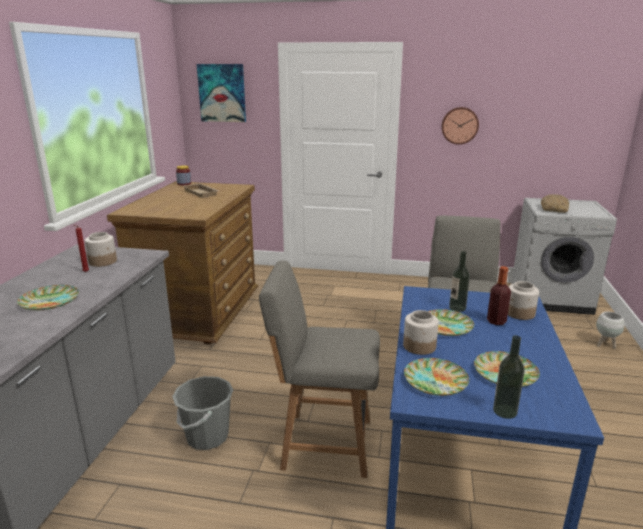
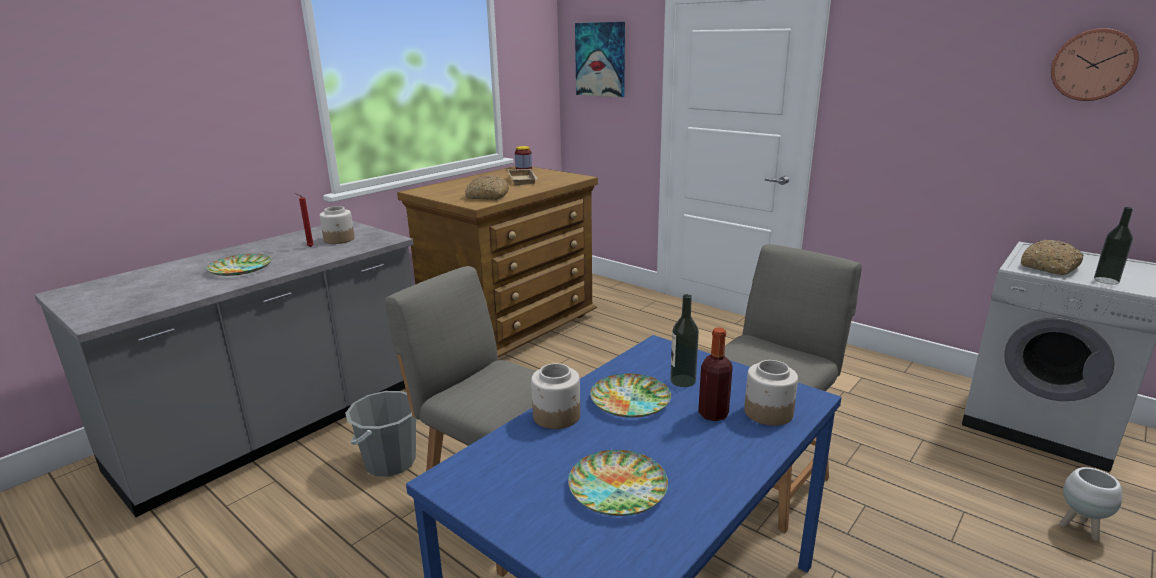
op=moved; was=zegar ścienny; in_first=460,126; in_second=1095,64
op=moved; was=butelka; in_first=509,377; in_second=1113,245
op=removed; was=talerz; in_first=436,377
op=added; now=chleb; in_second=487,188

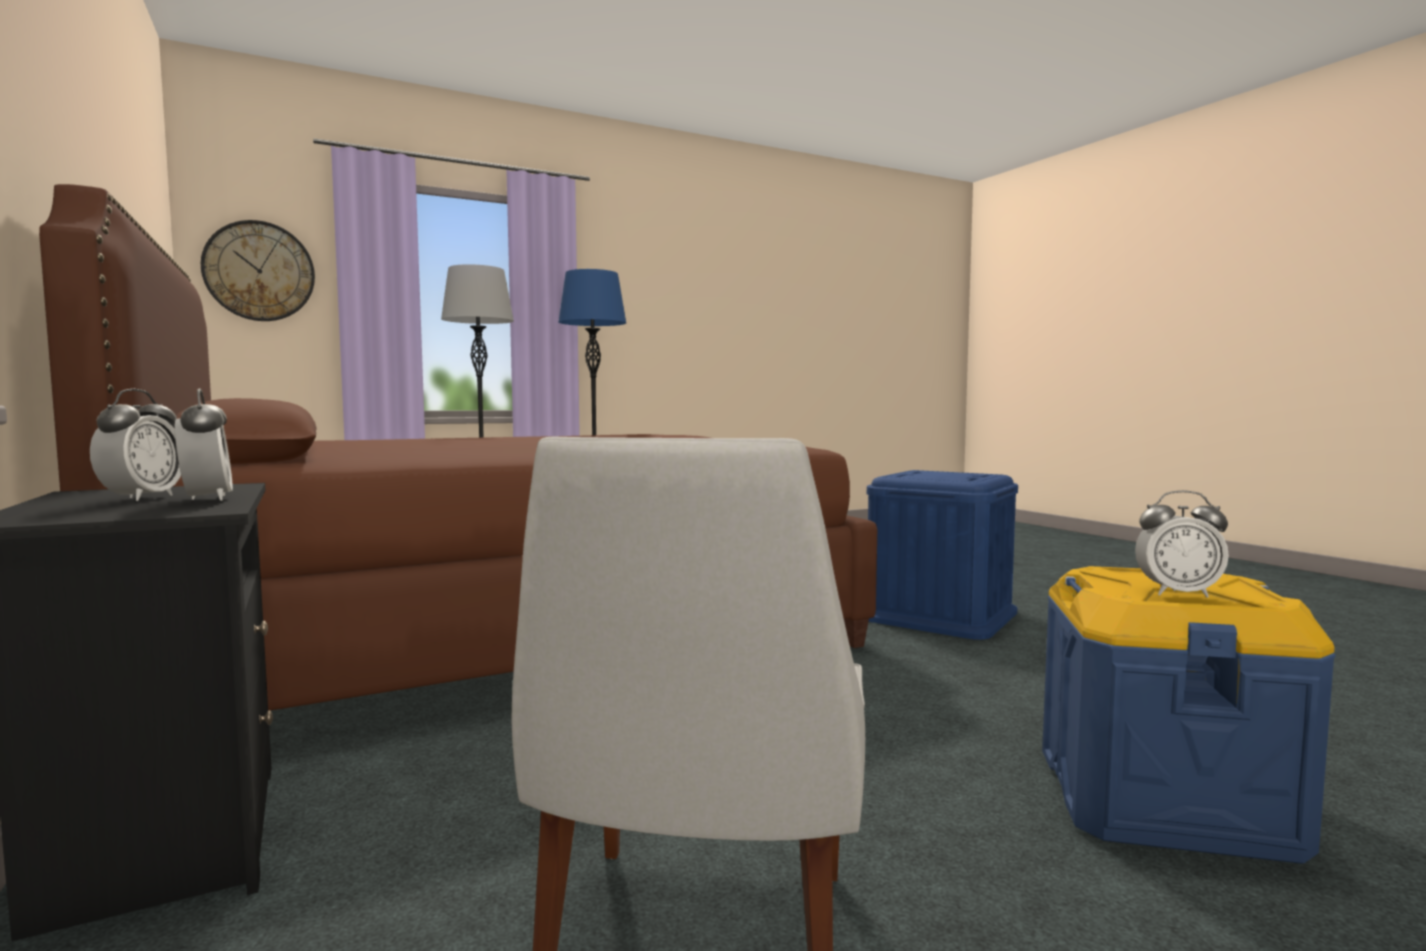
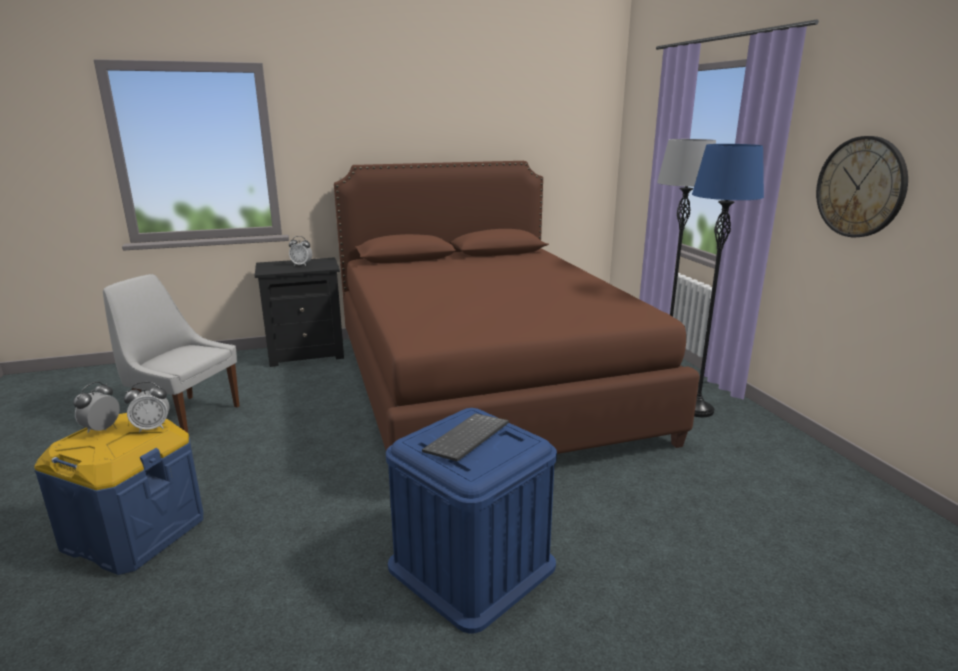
op=moved; was=zegar ścienny; in_first=258,270; in_second=862,186
op=moved; was=budzik; in_first=204,444; in_second=146,407
op=added; now=klawiatura; in_second=465,437

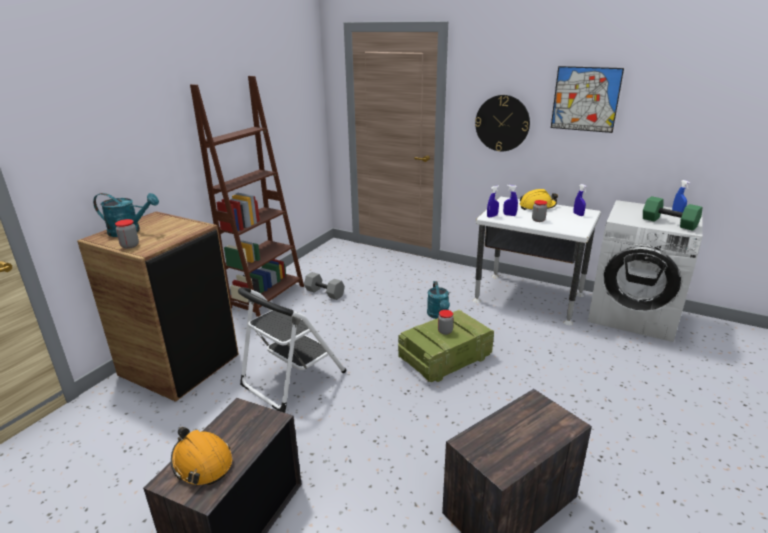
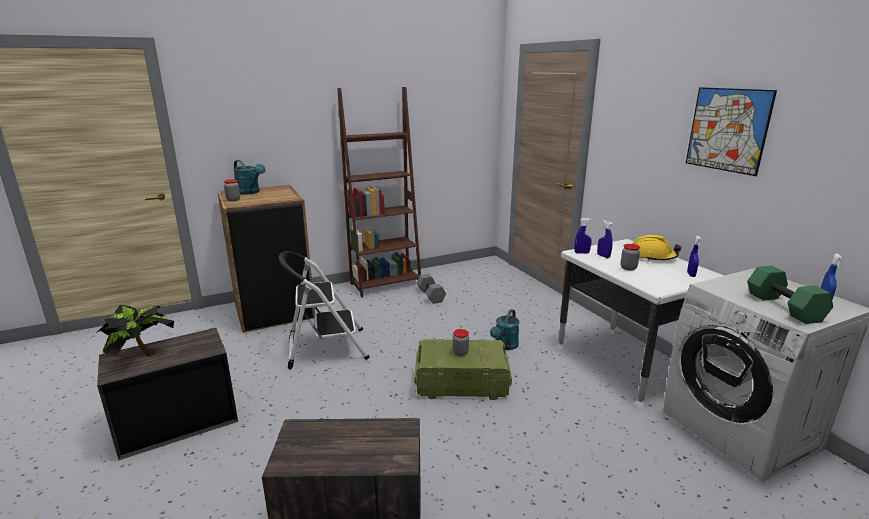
op=removed; was=zegar ścienny; in_first=502,123
op=replaced; was=kask (pomarańczowy); now=roślina doniczkowa; in_first=201,456; in_second=135,330

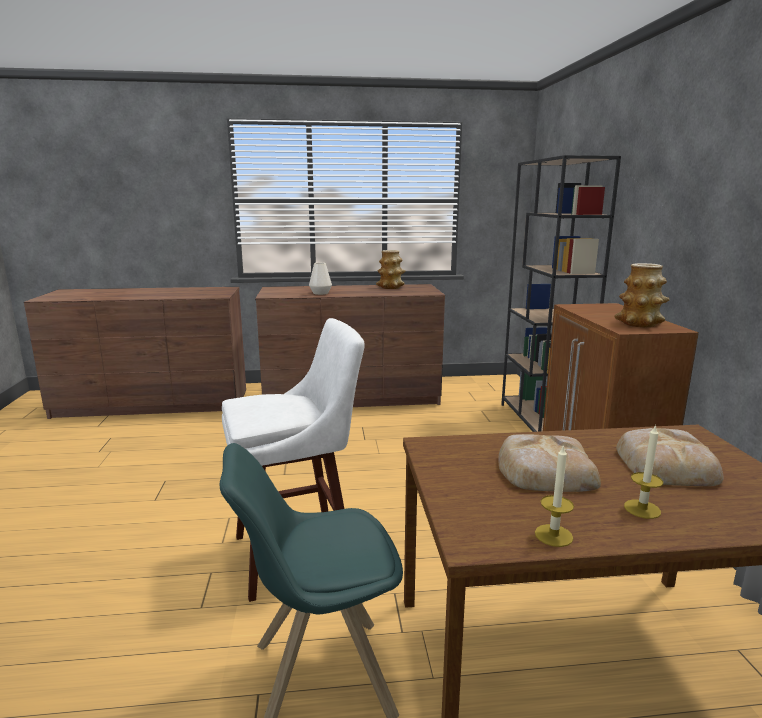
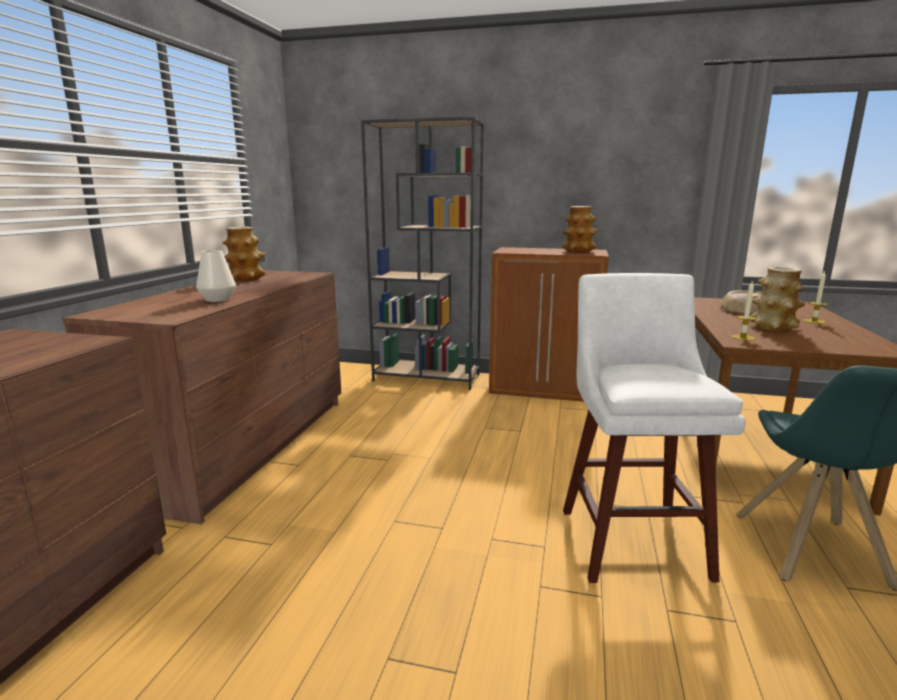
op=replaced; was=chleb; now=wazon; in_first=549,463; in_second=777,298
op=moved; was=świeca; in_first=554,495; in_second=744,310

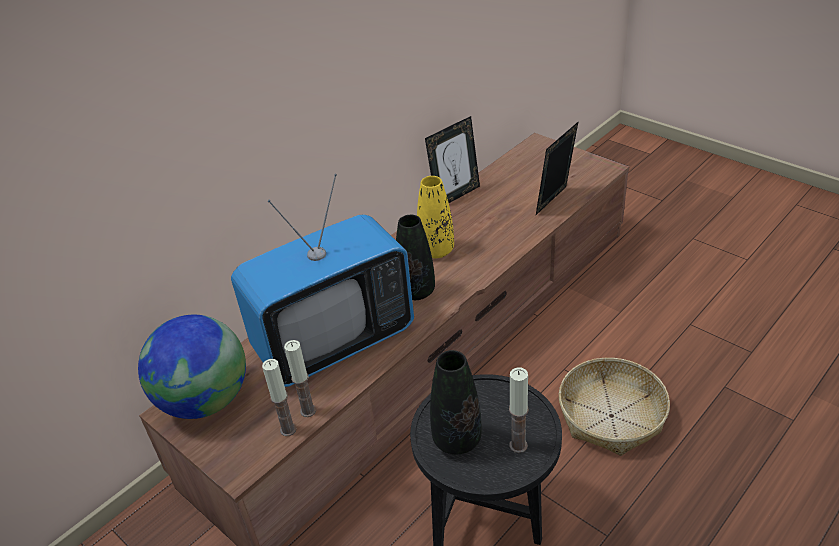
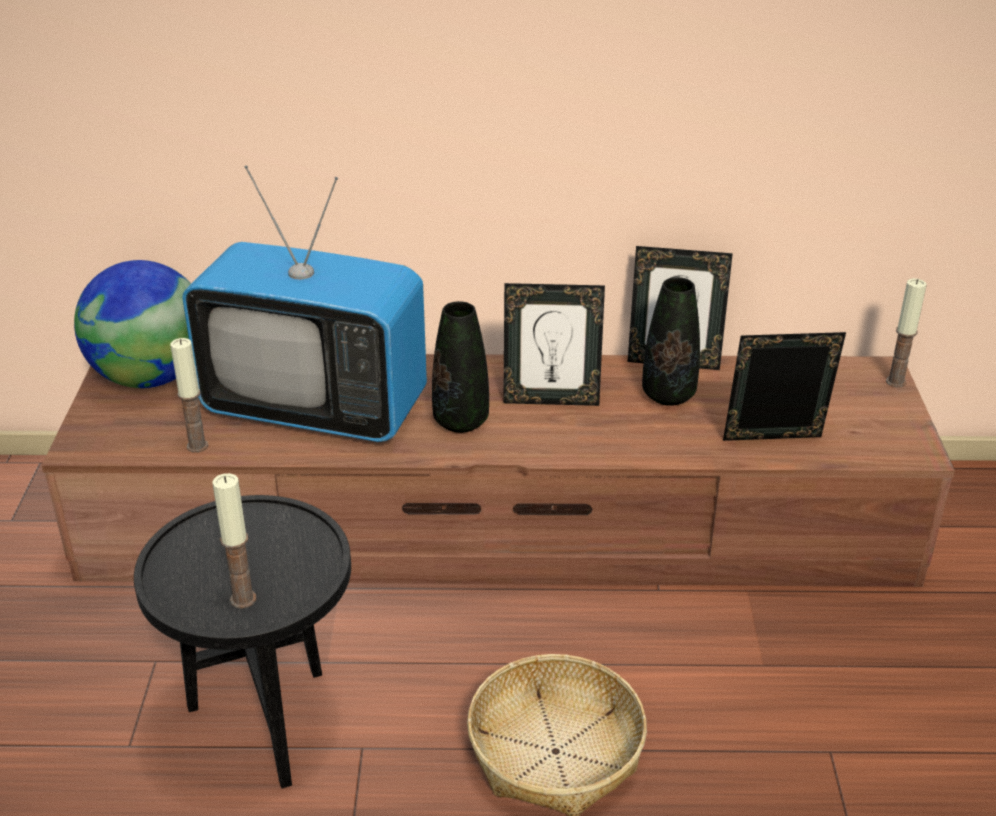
op=replaced; was=wazon (żółty); now=ramka na zdjęcie; in_first=435,217; in_second=554,344
op=moved; was=wazon (czarny); in_first=456,402; in_second=671,341
op=moved; was=świeca; in_first=279,397; in_second=906,332

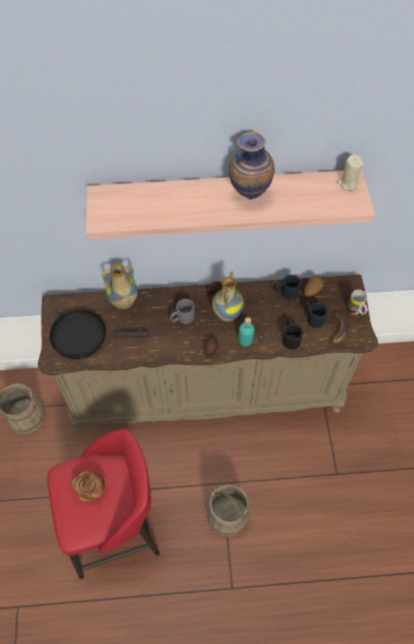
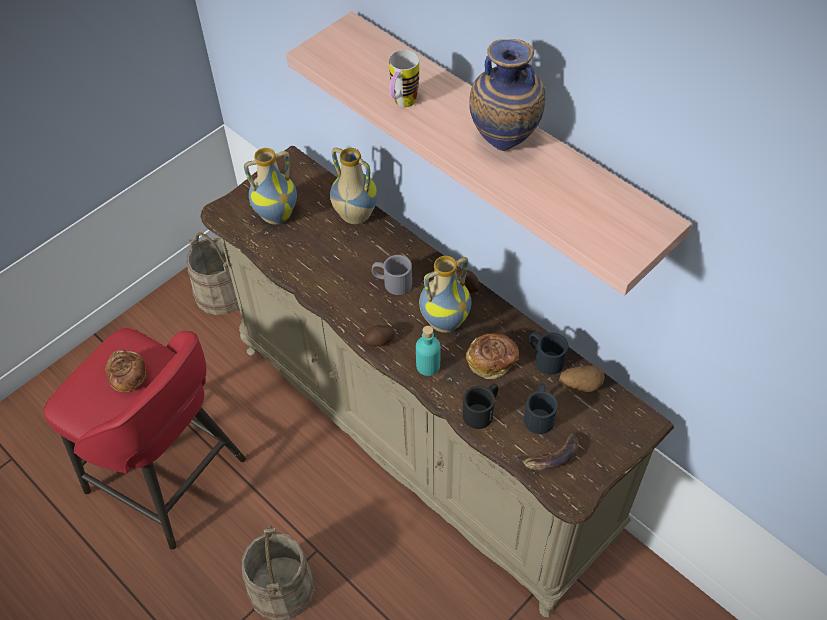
op=removed; was=świeca (beżowy); in_first=350,172
op=moved; was=kubek; in_first=357,302; in_second=404,78
op=replaced; was=patelnia (czarny); now=wazon; in_first=99,334; in_second=270,186
op=added; now=chleb; in_second=492,356

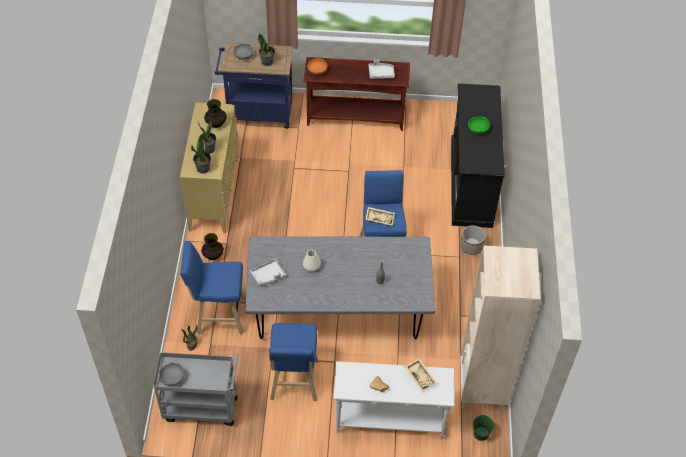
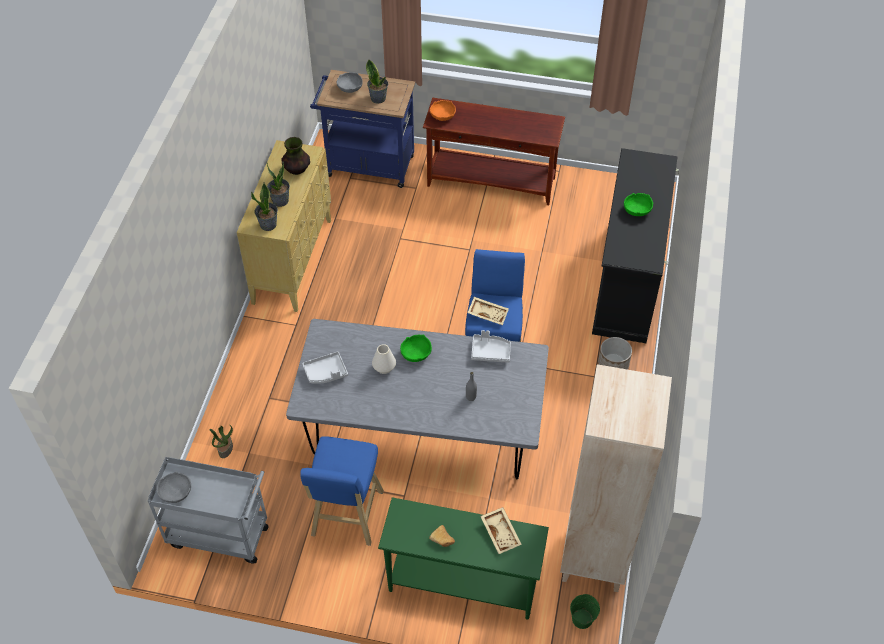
op=moved; was=taca (szary); in_first=382,69; in_second=491,346
op=removed; was=wazon; in_first=212,246
op=removed; was=stołek (niebieski); in_first=213,287
op=recoloured; was=stolik konsolowy (biały); now=stolik konsolowy (zielony); in_first=393,400; in_second=463,558
op=added; now=miska (zielony); in_second=416,348

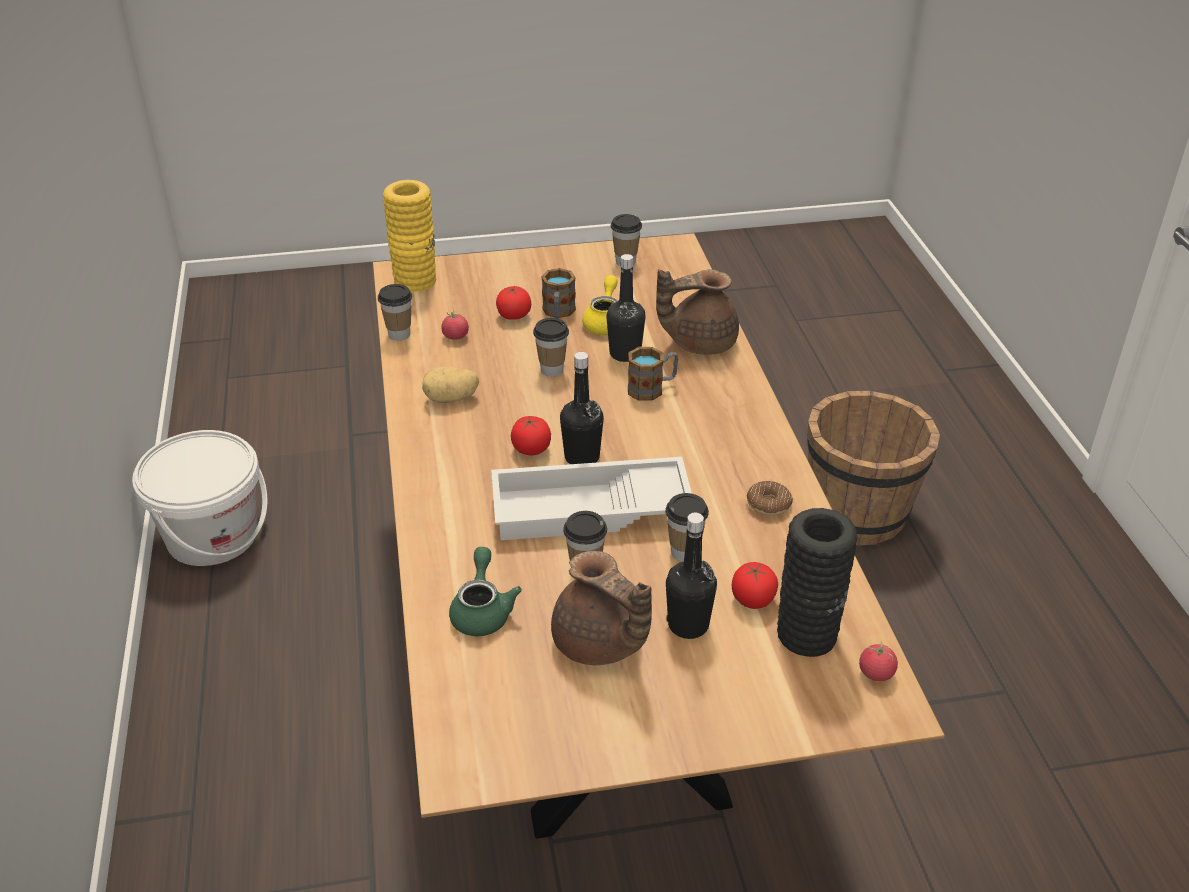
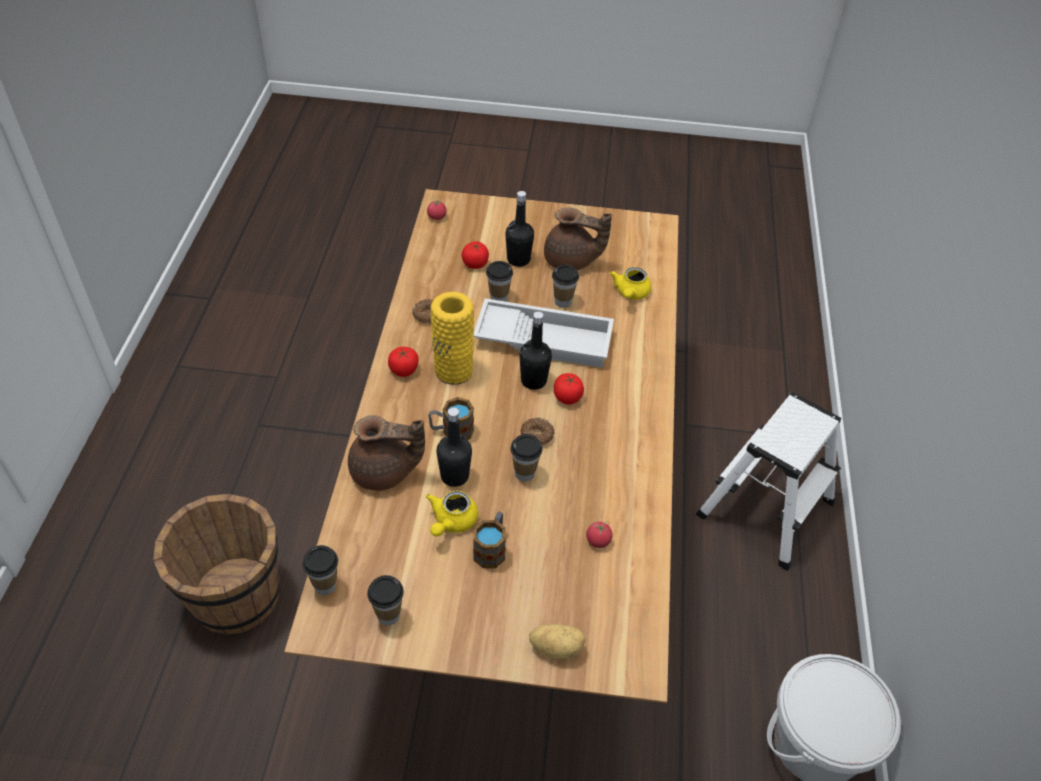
op=moved; was=wazon (żółty); in_first=409,236; in_second=452,338
op=moved; was=filiżanka; in_first=395,312; in_second=320,570
op=moved; was=pomidor; in_first=513,302; in_second=403,362
op=moved; was=ziemniak; in_first=450,384; in_second=557,641
op=removed; was=wazon (czarny); in_first=817,582
op=recoloured; was=imbryk (zielony); now=imbryk (żółty); in_first=485,592; in_second=630,283
op=turned; was=imbryk (brązowy); in_first=601,608; in_second=578,238; clockwise=135
op=added; now=drabinka (biały); in_second=769,481
op=added; now=donut; in_second=537,431

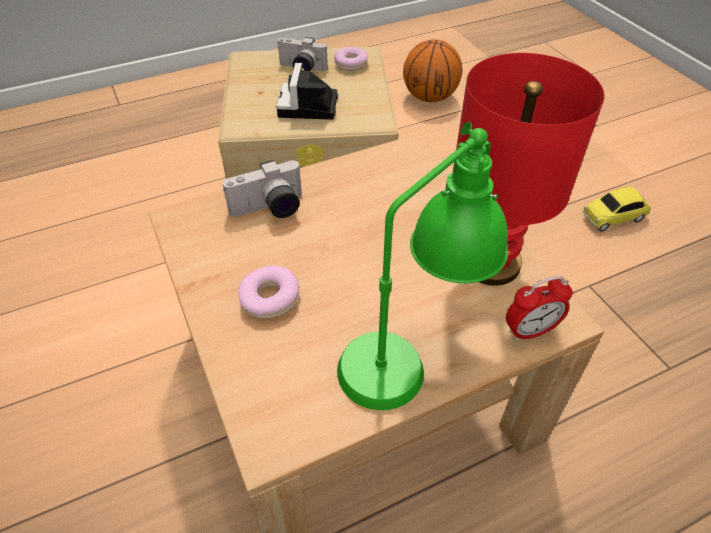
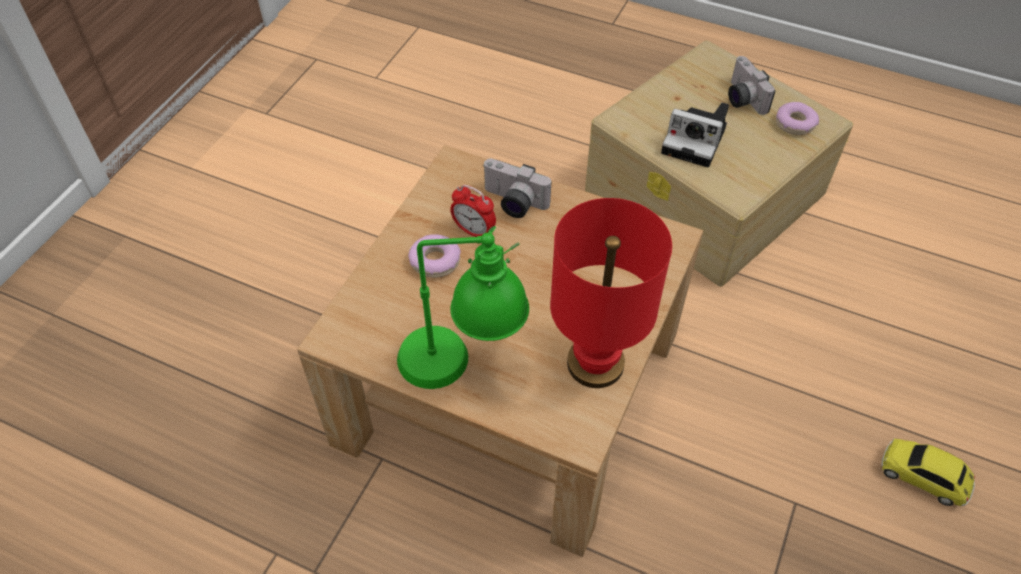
op=removed; was=piłka do koszykówki; in_first=432,70
op=turned; was=aparat fotograficzny; in_first=307,91; in_second=695,135; clockwise=-120
op=moved; was=budzik; in_first=539,309; in_second=473,211

